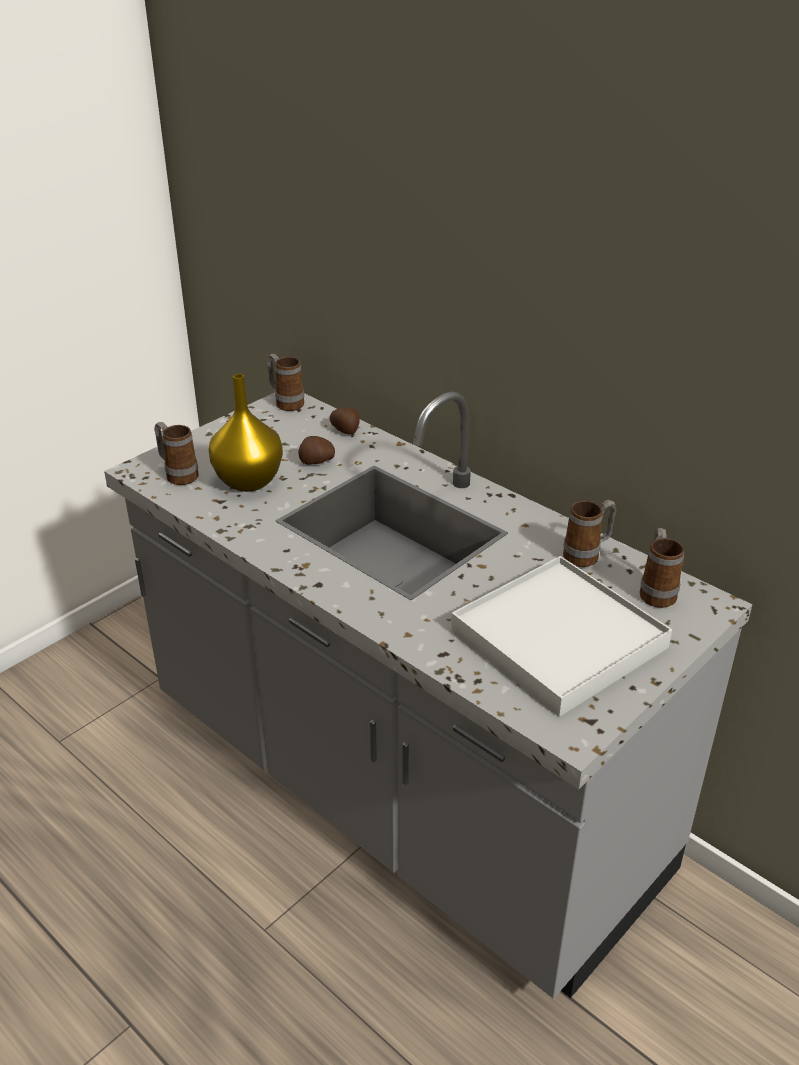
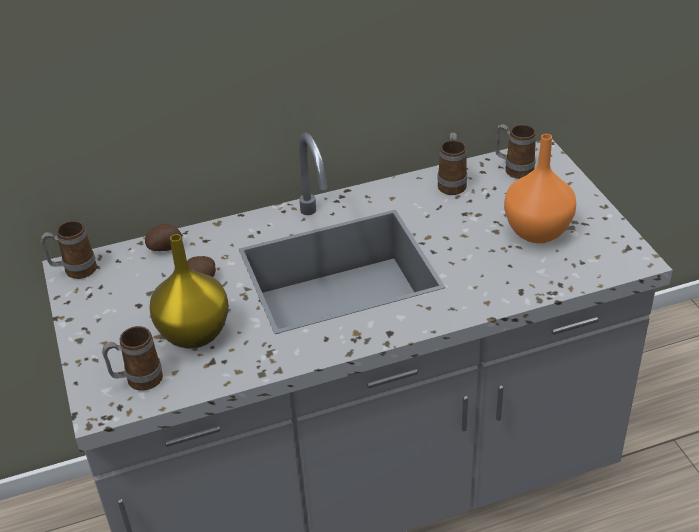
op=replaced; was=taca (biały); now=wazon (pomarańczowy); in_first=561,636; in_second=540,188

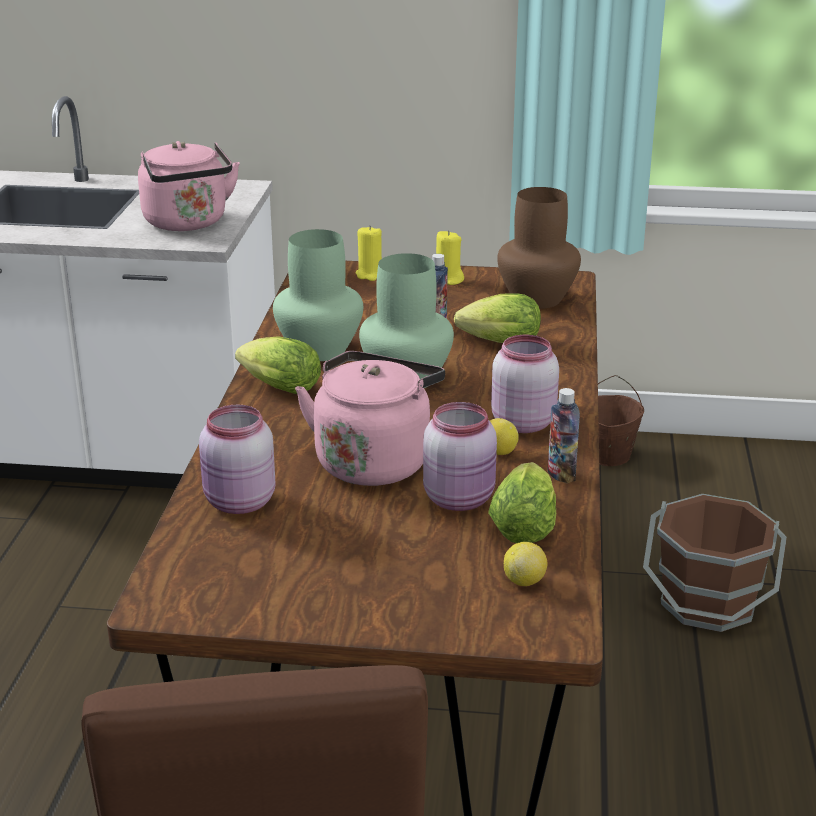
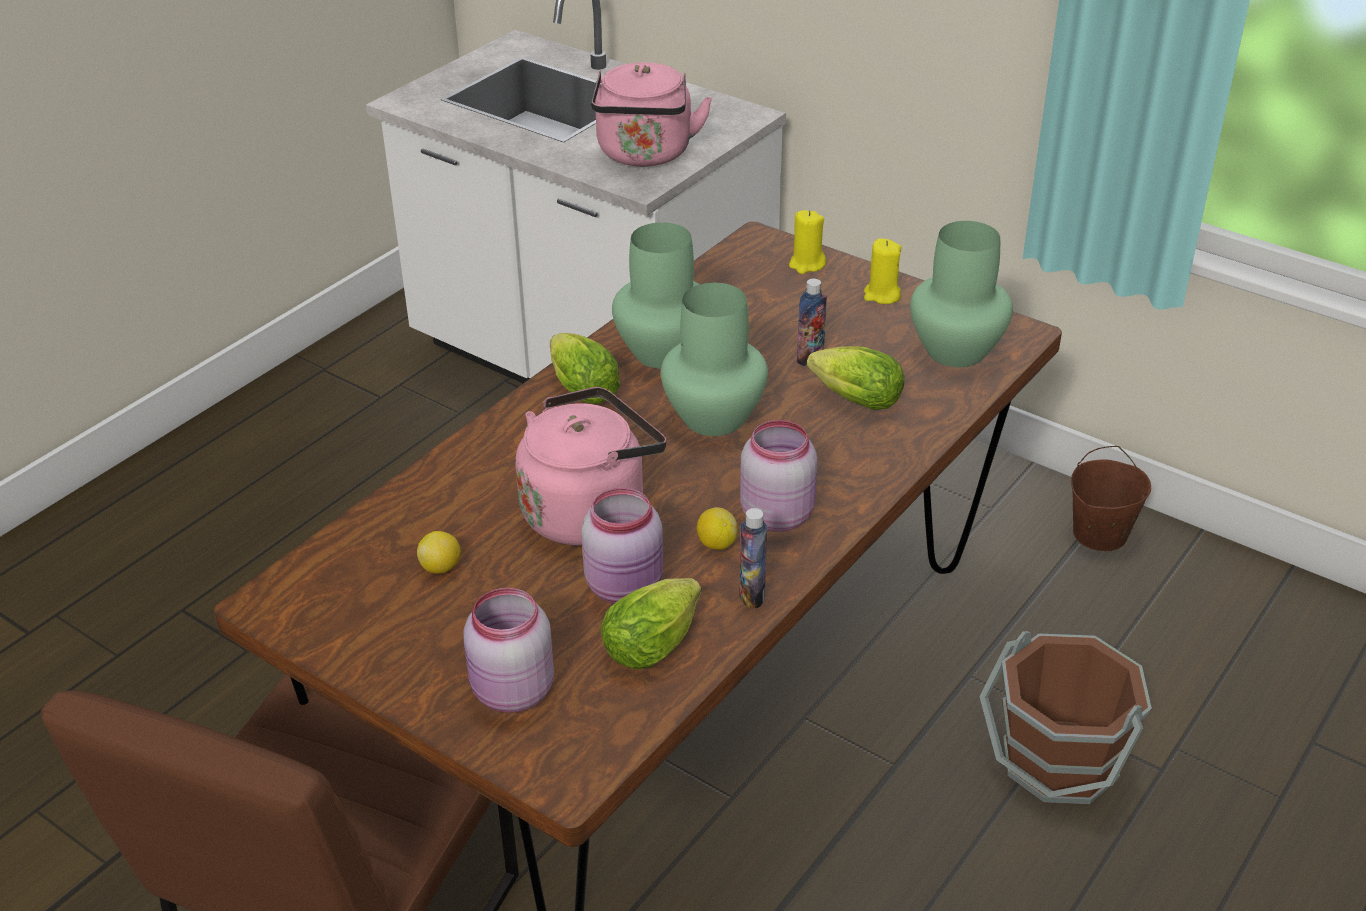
op=recoloured; was=wazon (brązowy); now=wazon (zielony); in_first=539,248; in_second=961,294
op=moved; was=słoik (różowy); in_first=237,459; in_second=509,650
op=moved; was=cytryna; in_first=525,564; in_second=439,552

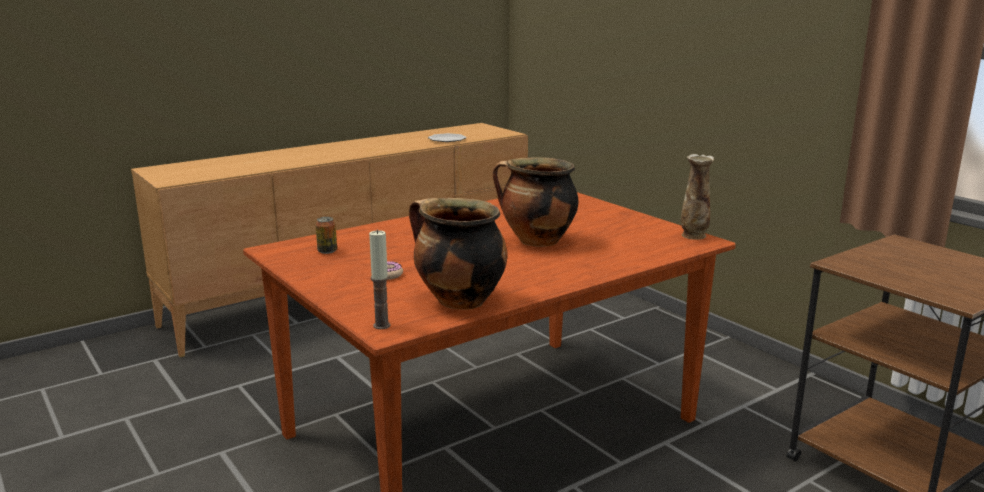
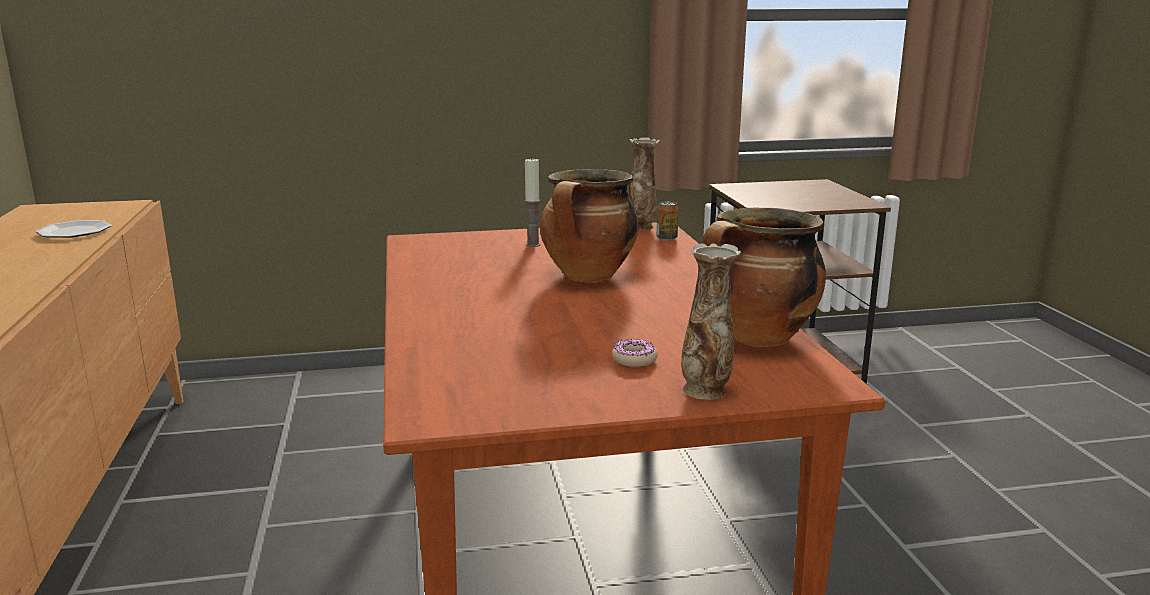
op=moved; was=puszka; in_first=326,235; in_second=668,221
op=moved; was=świeca; in_first=379,279; in_second=533,202
op=added; now=wazon; in_second=711,321

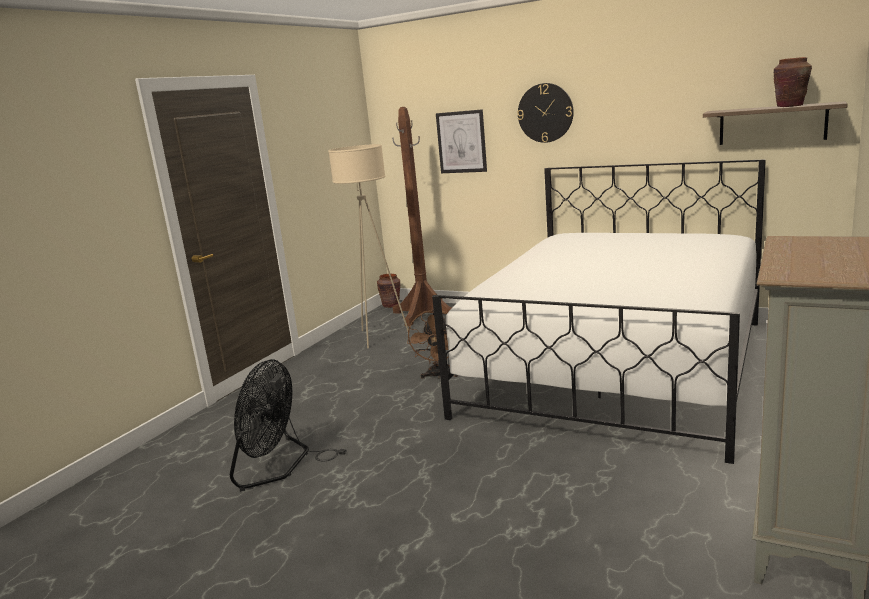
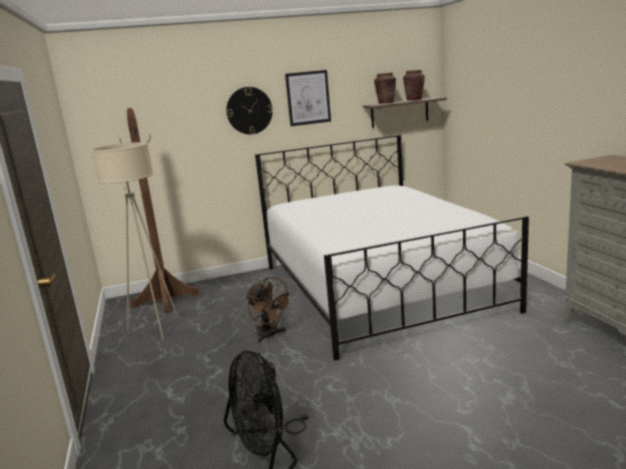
op=moved; was=obraz; in_first=461,141; in_second=308,98
op=moved; was=wazon (brązowy); in_first=388,291; in_second=385,88

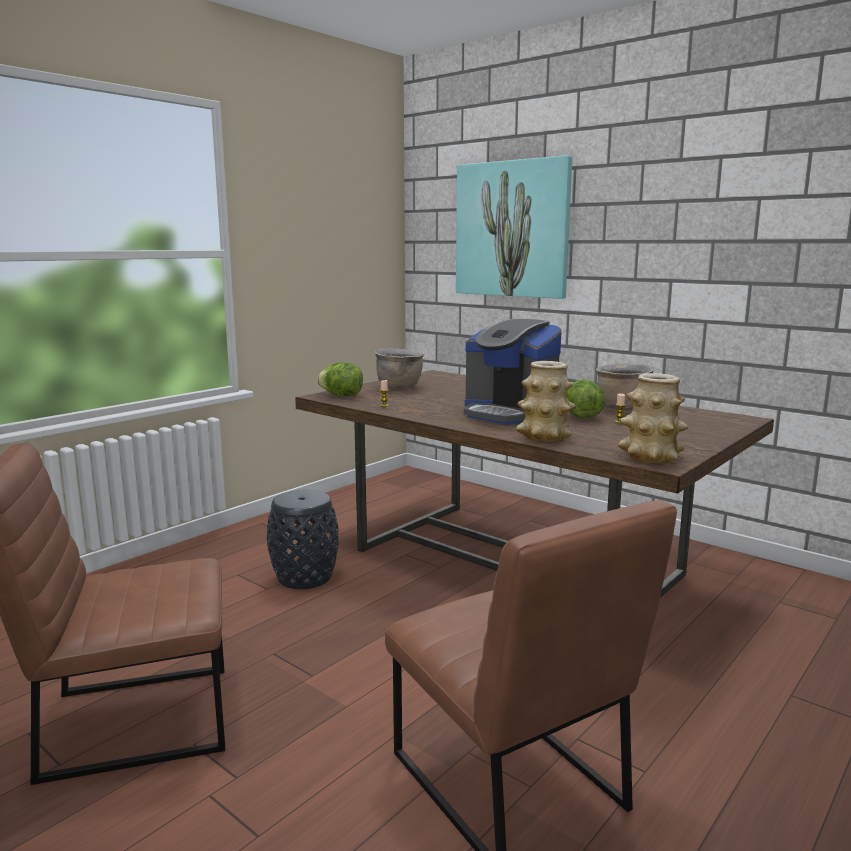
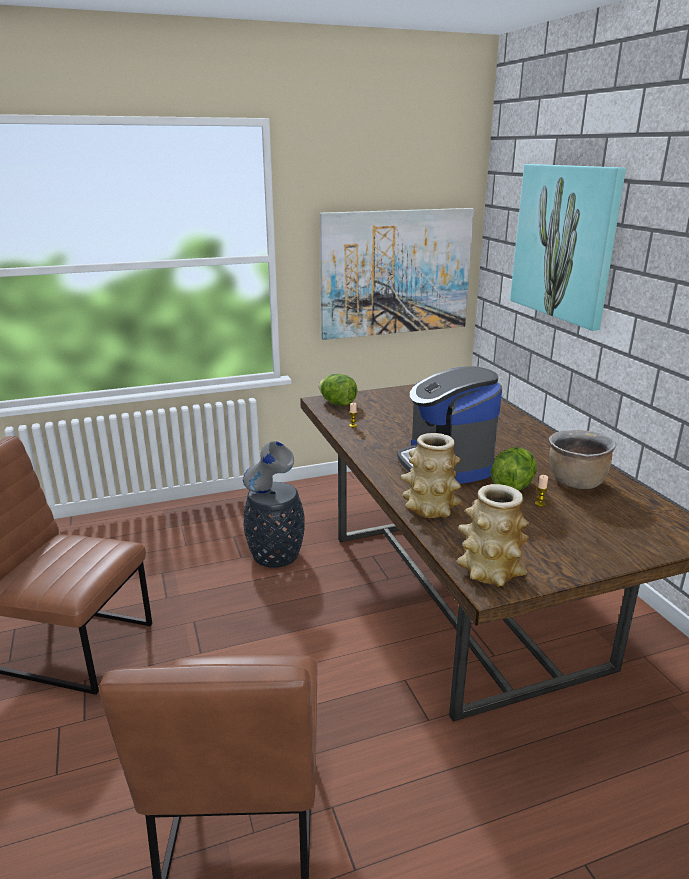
op=removed; was=garnek (brązowy); in_first=399,368
op=added; now=obraz; in_second=397,274
op=added; now=wazon (szary); in_second=268,467

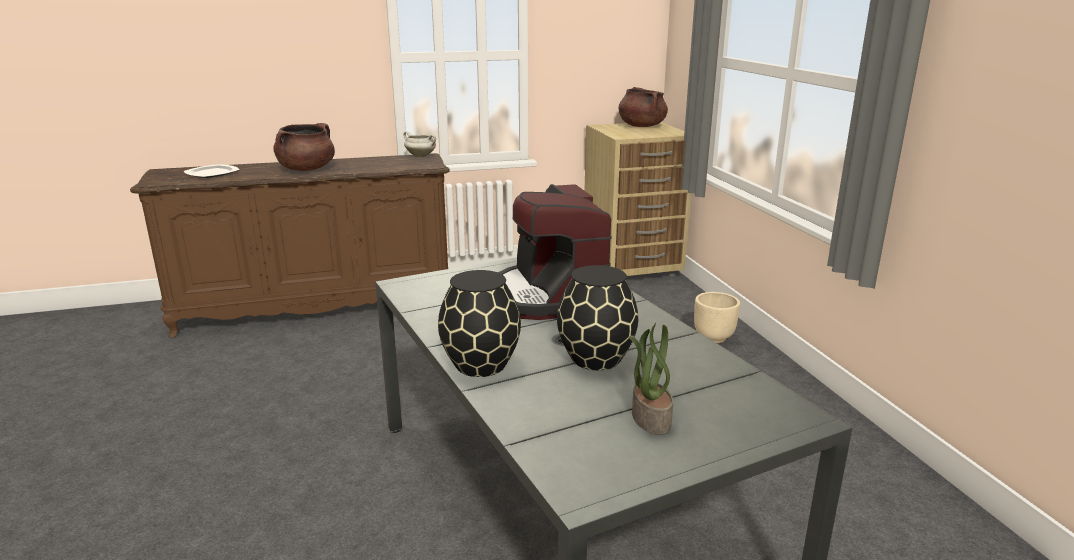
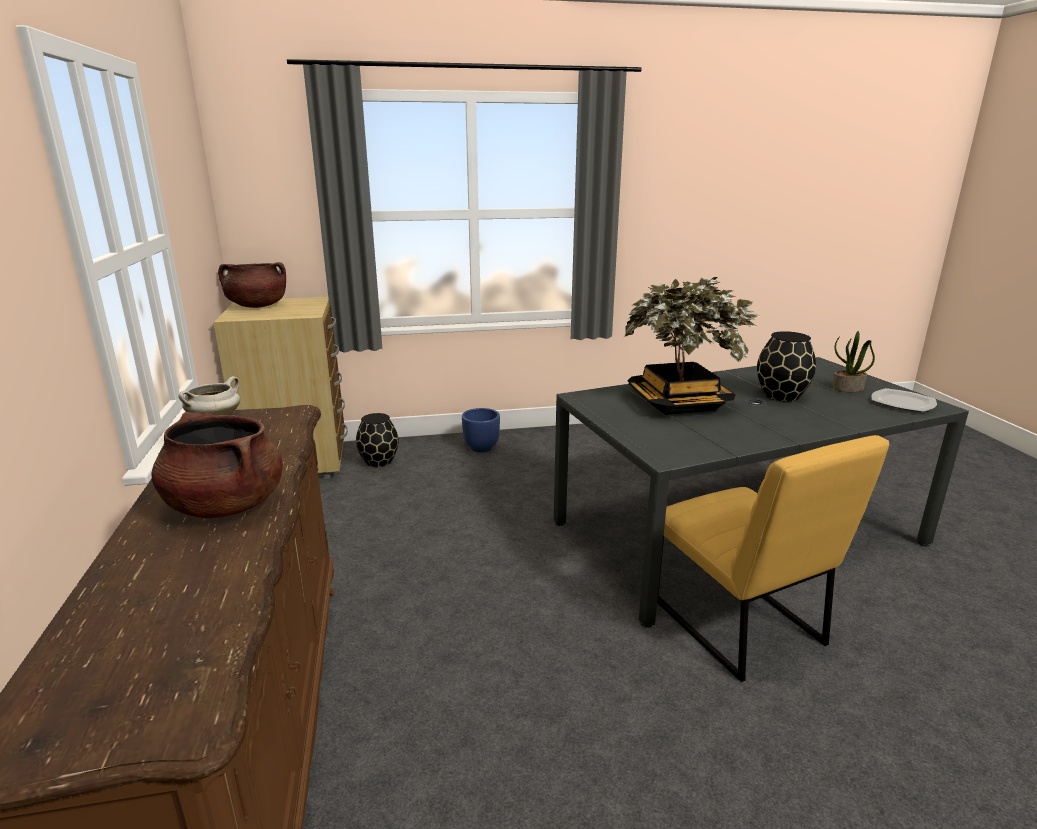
op=moved; was=talerz; in_first=211,171; in_second=904,400
op=replaced; was=ekspres do kawy; now=roślina doniczkowa; in_first=555,252; in_second=692,346
op=moved; was=wazon (czarny); in_first=479,323; in_second=377,440
op=recoloured; was=donica (beżowy); now=donica (niebieski); in_first=717,317; in_second=481,430
op=added; now=krzesło (żółty); in_second=773,558

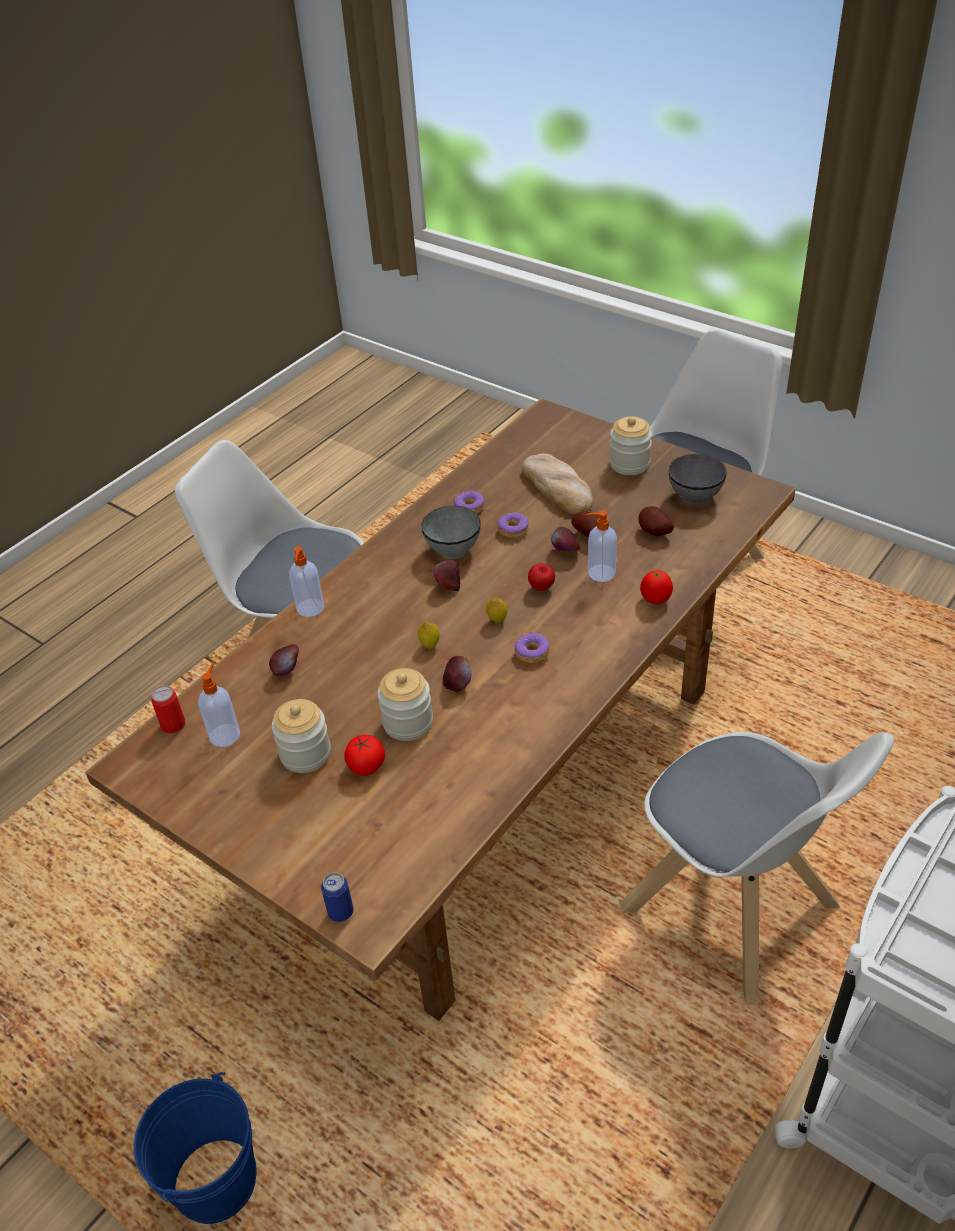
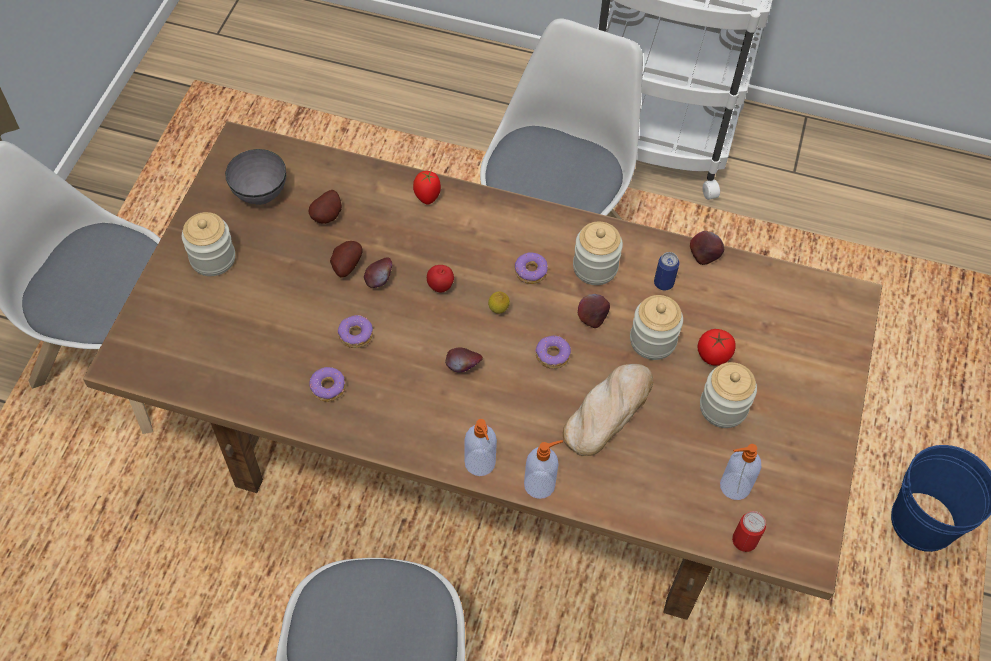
op=moved; was=chleb; in_first=557,484; in_second=608,410
op=removed; was=miska (szary); in_first=451,532
op=moved; was=dozownik mydła; in_first=601,546; in_second=481,447
op=replaced; was=cytryna; now=donut; in_first=429,635; in_second=553,352
op=moved; was=jabłko; in_first=284,660; in_second=707,248
op=moved; was=puszka; in_first=337,897; in_second=666,271
op=added; now=słoik; in_second=598,253

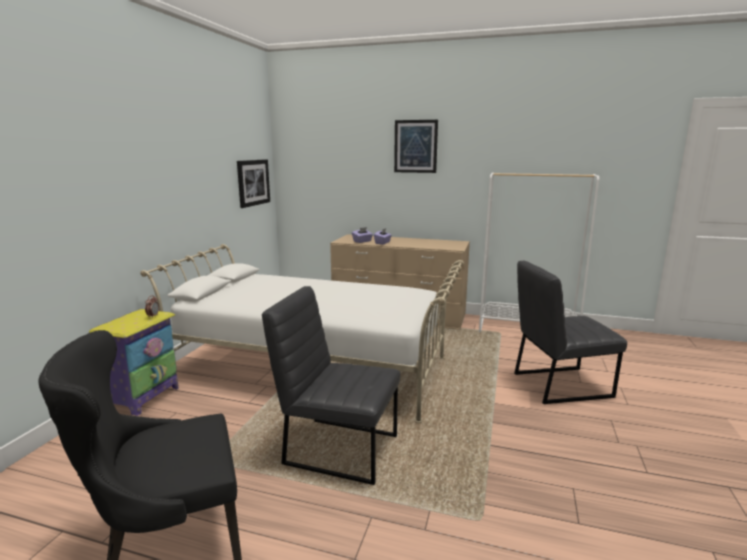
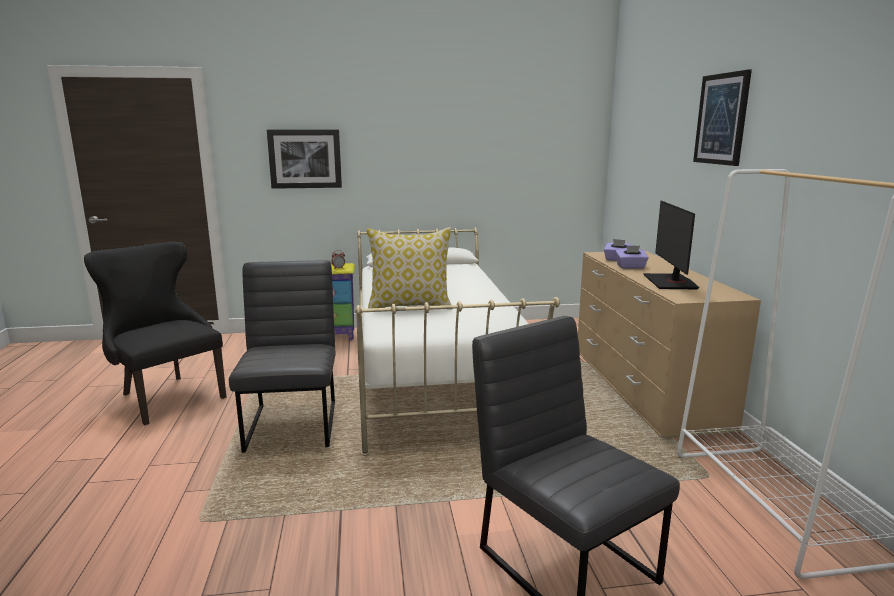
op=moved; was=obraz; in_first=253,183; in_second=304,159
op=added; now=monitor; in_second=671,245
op=added; now=poduszka; in_second=409,268

